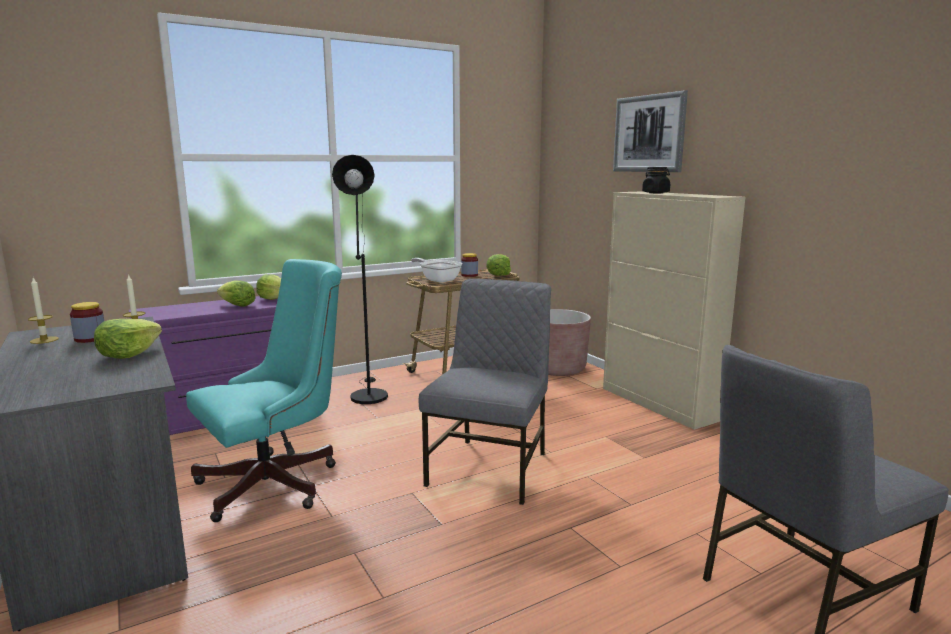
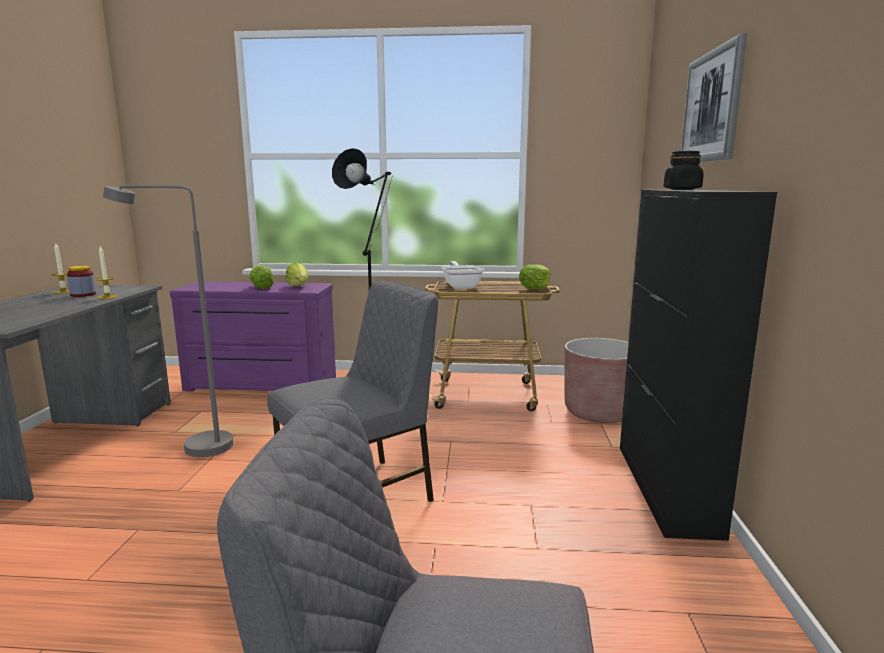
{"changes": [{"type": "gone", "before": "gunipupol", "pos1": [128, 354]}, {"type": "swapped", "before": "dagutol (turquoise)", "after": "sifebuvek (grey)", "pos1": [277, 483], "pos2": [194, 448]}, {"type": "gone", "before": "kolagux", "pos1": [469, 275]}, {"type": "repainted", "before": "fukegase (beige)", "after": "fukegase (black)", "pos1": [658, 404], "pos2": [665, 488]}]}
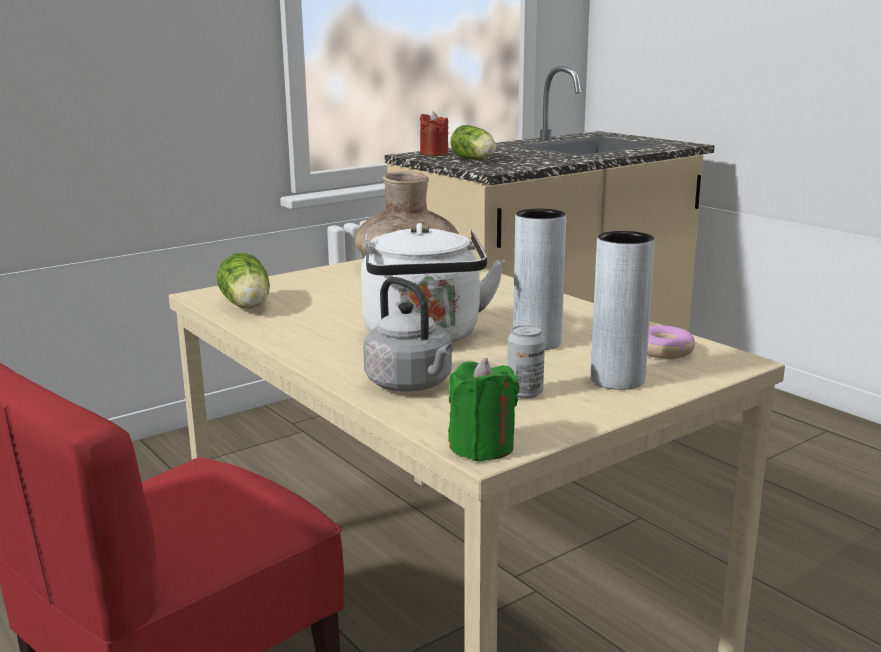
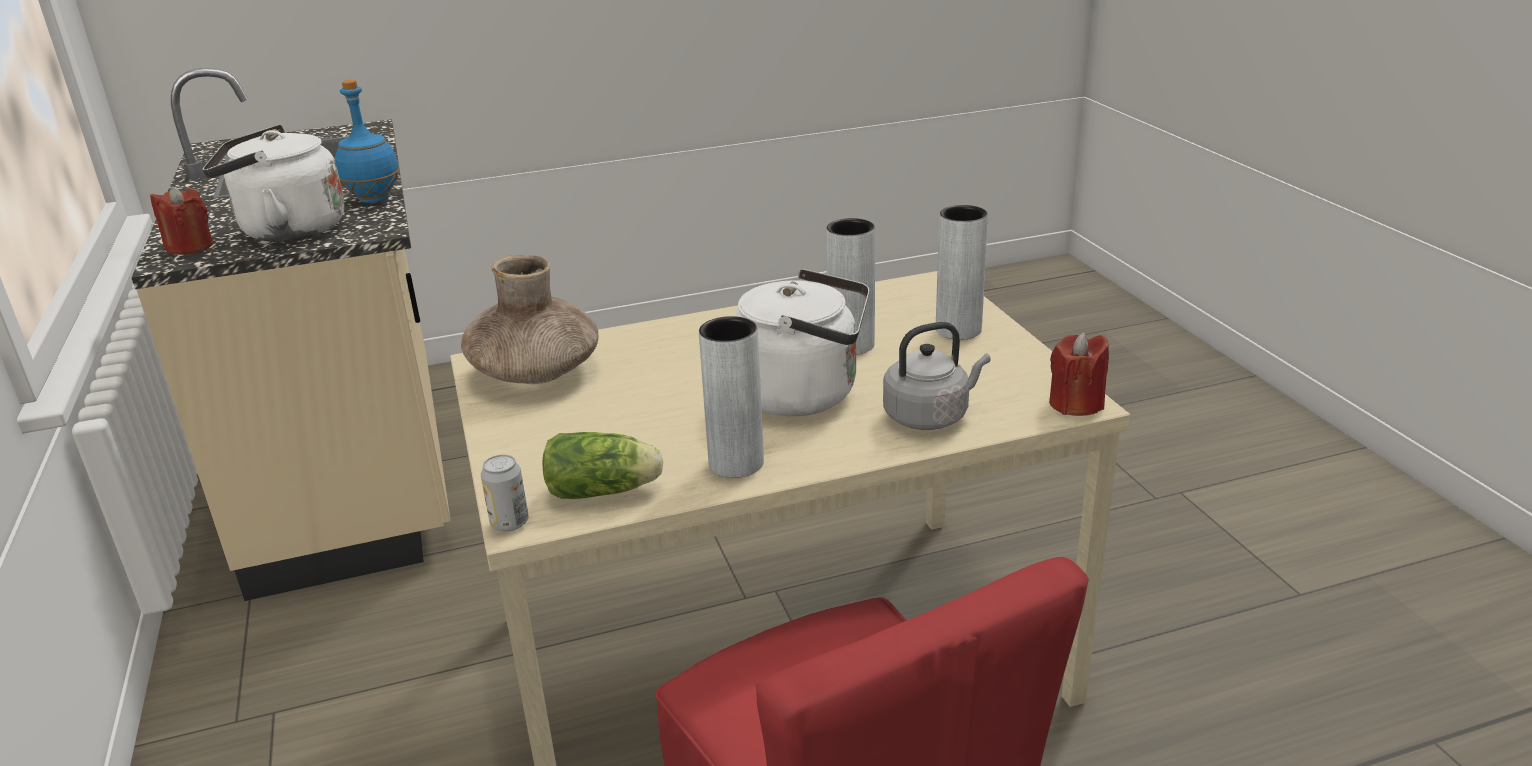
{"changes": [{"type": "repainted", "before": "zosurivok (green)", "after": "zosurivok (red)", "pos1": [481, 447], "pos2": [1076, 404]}, {"type": "swapped", "before": "gunipupol", "after": "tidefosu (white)", "pos1": [475, 160], "pos2": [286, 231]}, {"type": "shifted", "before": "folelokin", "pos1": [524, 393], "pos2": [509, 523]}, {"type": "gone", "before": "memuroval", "pos1": [663, 351]}, {"type": "new", "after": "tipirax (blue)", "pos2": [373, 199]}, {"type": "new", "after": "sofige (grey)", "pos2": [736, 463]}]}
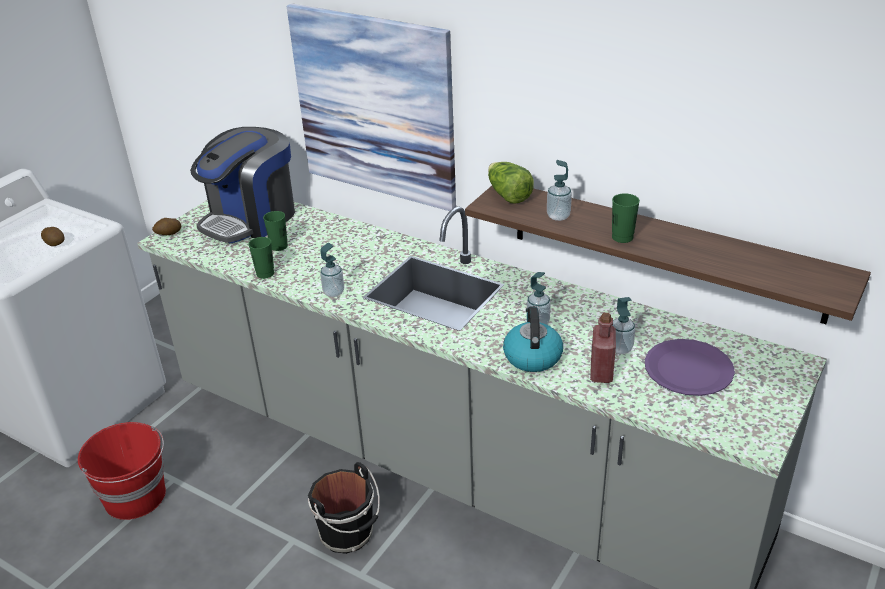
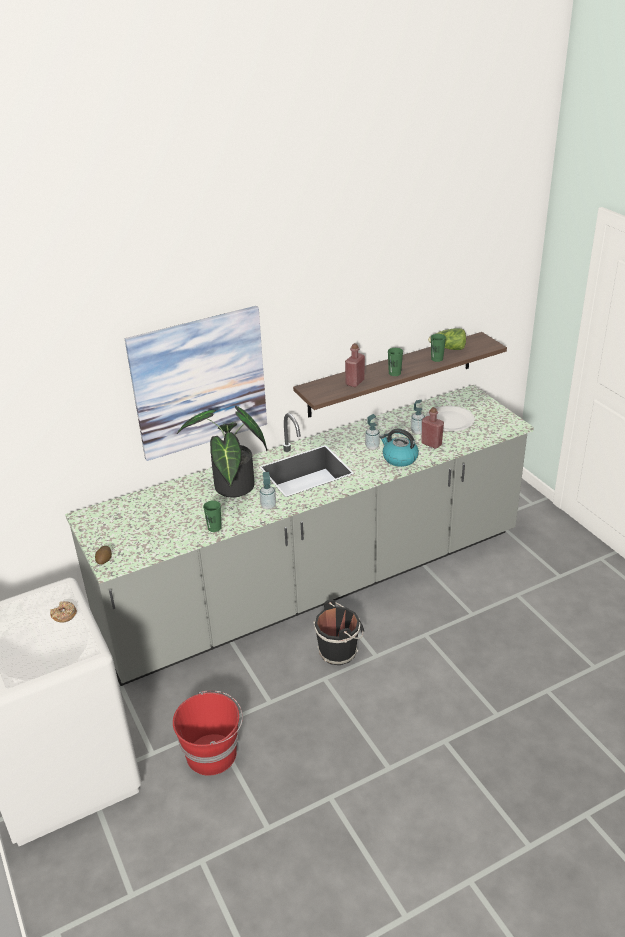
{"changes": [{"type": "swapped", "before": "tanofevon", "after": "memuroval", "pos1": [55, 243], "pos2": [64, 615]}, {"type": "gone", "before": "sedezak", "pos1": [251, 219]}, {"type": "shifted", "before": "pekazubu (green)", "pos1": [279, 246], "pos2": [437, 359]}, {"type": "shifted", "before": "gunipupol", "pos1": [508, 195], "pos2": [448, 349]}, {"type": "swapped", "before": "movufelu", "after": "tipirax (red)", "pos1": [558, 216], "pos2": [355, 382]}, {"type": "repainted", "before": "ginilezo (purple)", "after": "ginilezo (white)", "pos1": [688, 369], "pos2": [450, 420]}, {"type": "new", "after": "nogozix", "pos2": [231, 489]}]}
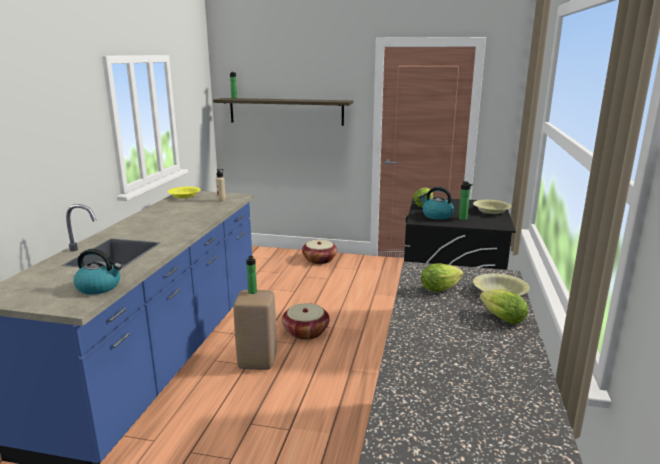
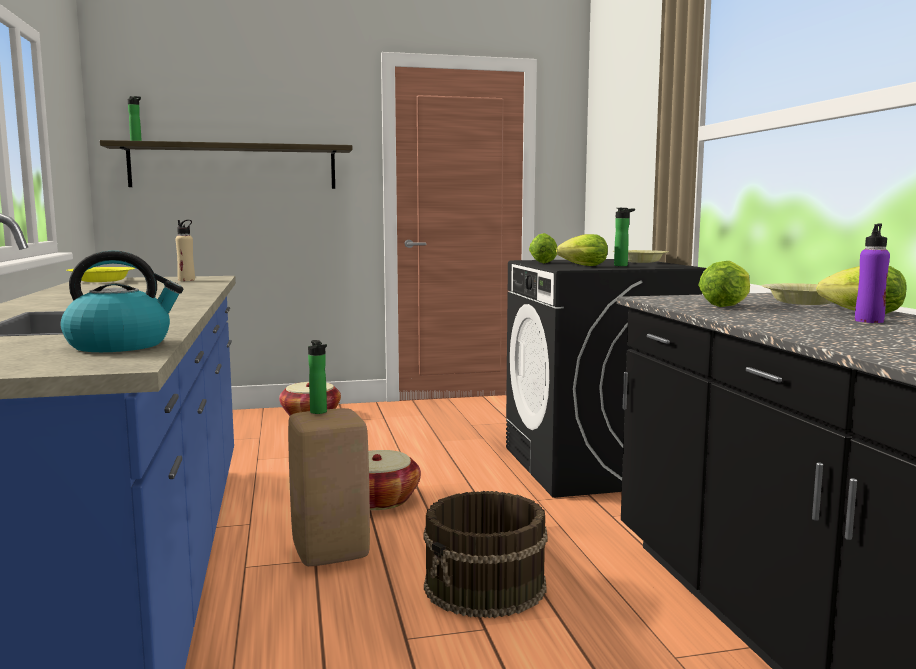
{"changes": [{"type": "swapped", "before": "tidefosu", "after": "gunipupol", "pos1": [436, 216], "pos2": [581, 266]}, {"type": "new", "after": "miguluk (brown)", "pos2": [486, 586]}, {"type": "new", "after": "tipirax (purple)", "pos2": [869, 321]}]}
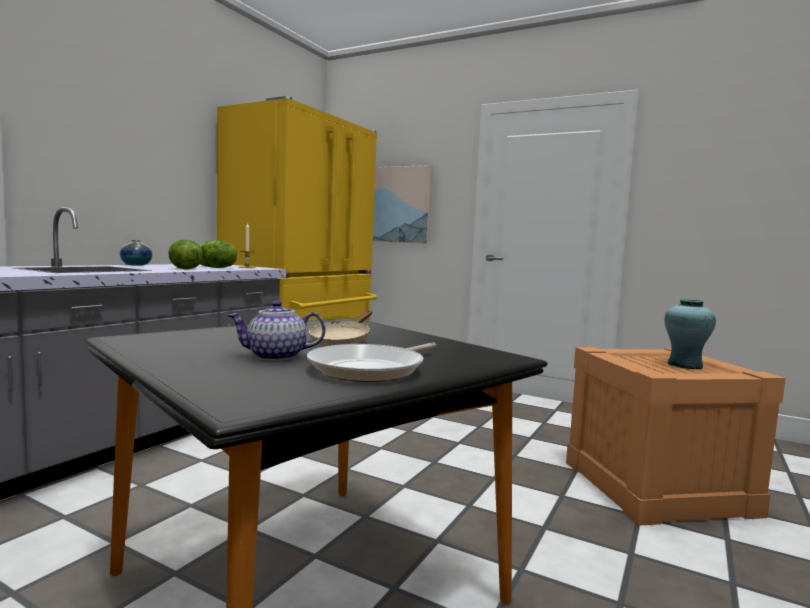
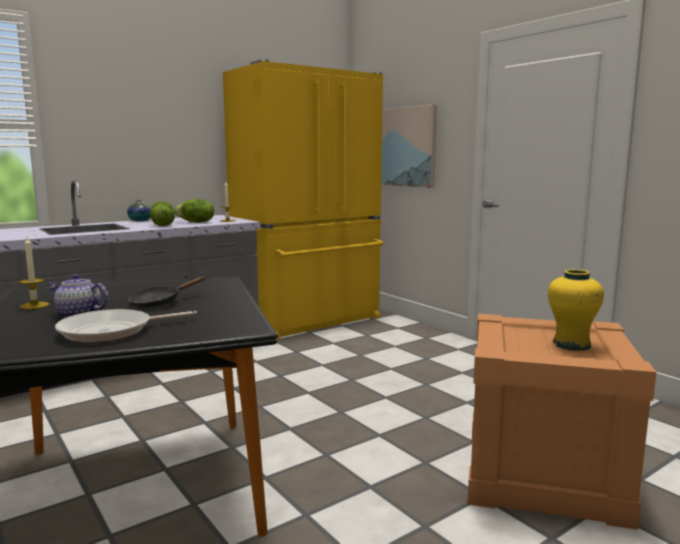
{"changes": [{"type": "repainted", "before": "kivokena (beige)", "after": "kivokena (black)", "pos1": [342, 341], "pos2": [160, 302]}, {"type": "repainted", "before": "sofige (turquoise)", "after": "sofige (yellow)", "pos1": [685, 365], "pos2": [571, 345]}, {"type": "new", "after": "zosurivok", "pos2": [34, 305]}]}
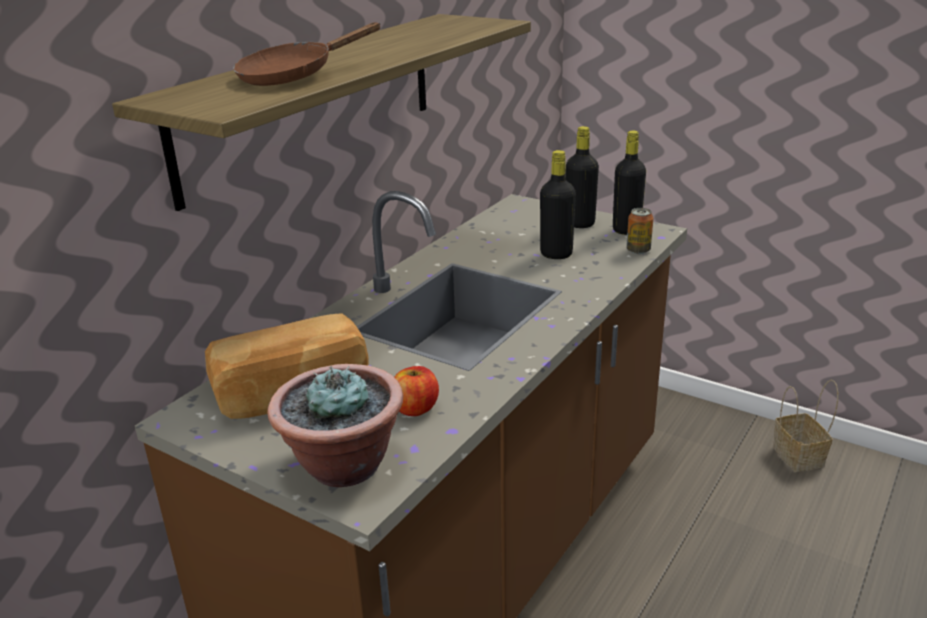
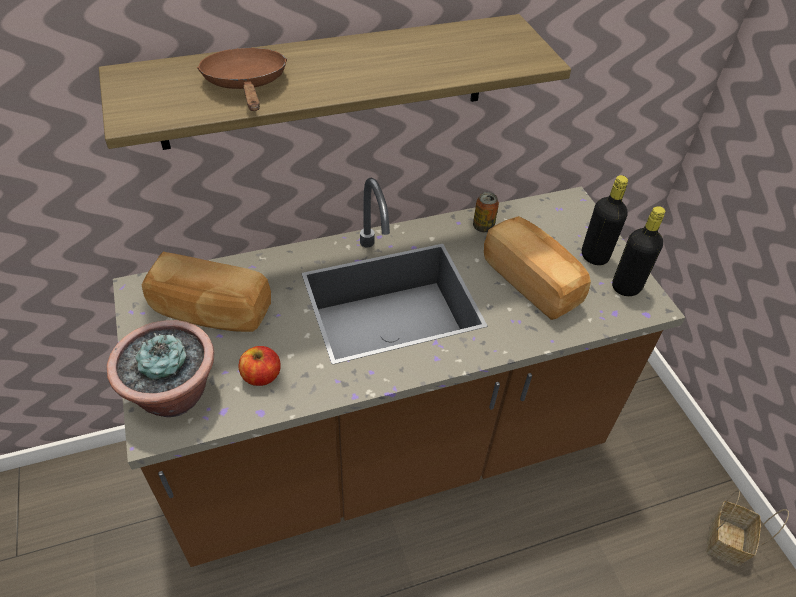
{"changes": [{"type": "rotated", "before": "kivokena (brown)", "pos1": [295, 76], "pos2": [246, 85], "turn": 75}, {"type": "swapped", "before": "tipirax (black)", "after": "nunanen", "pos1": [556, 254], "pos2": [532, 281]}, {"type": "shifted", "before": "folelokin", "pos1": [638, 250], "pos2": [483, 227]}]}
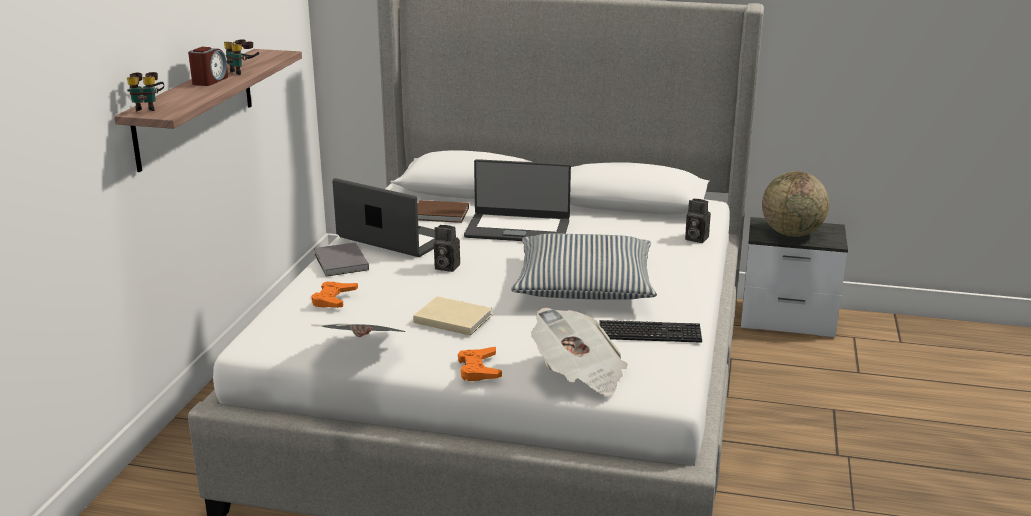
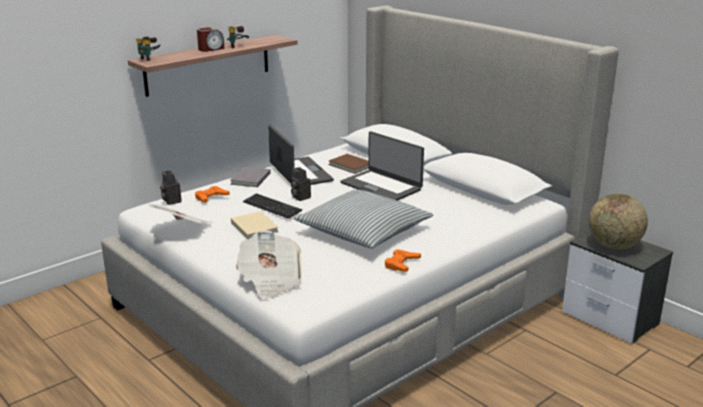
{"changes": [{"type": "shifted", "before": "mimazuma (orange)", "pos1": [479, 369], "pos2": [401, 264]}, {"type": "shifted", "before": "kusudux", "pos1": [649, 334], "pos2": [272, 207]}, {"type": "shifted", "before": "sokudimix", "pos1": [695, 238], "pos2": [171, 201]}]}
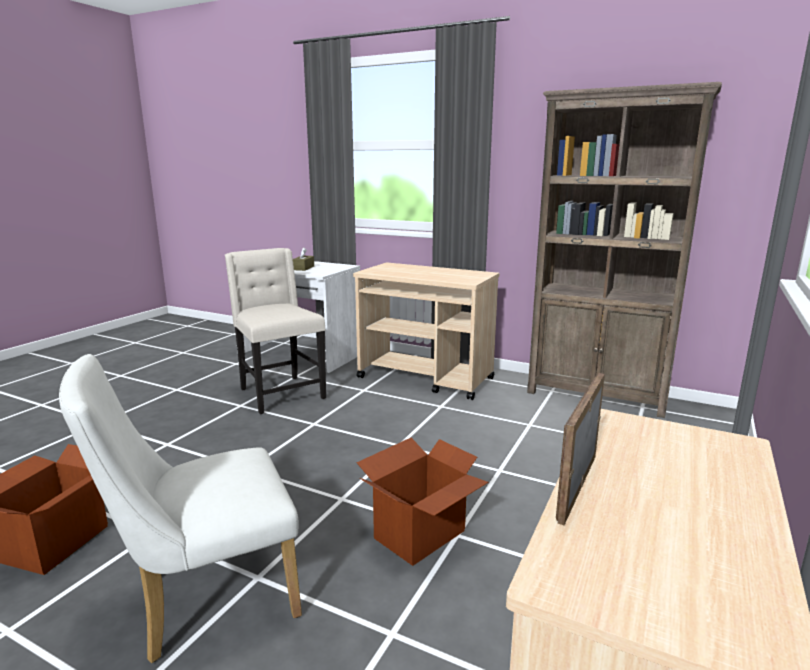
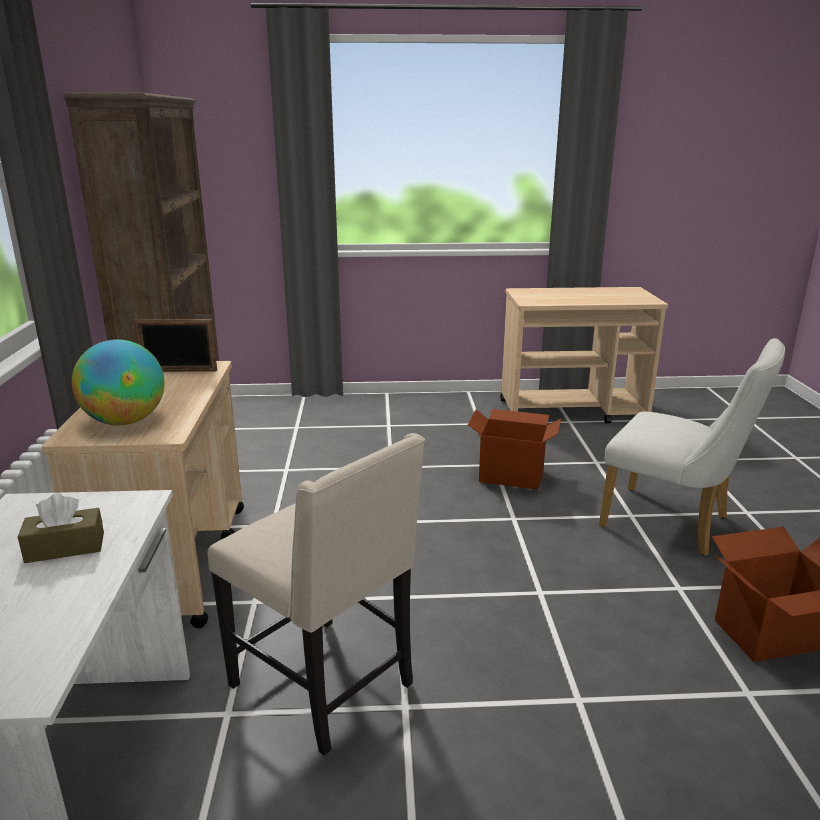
{"changes": [{"type": "rotated", "before": "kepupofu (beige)", "pos1": [280, 394], "pos2": [326, 685], "turn": -75}, {"type": "shifted", "before": "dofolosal", "pos1": [577, 486], "pos2": [179, 371]}, {"type": "new", "after": "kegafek", "pos2": [125, 421]}]}
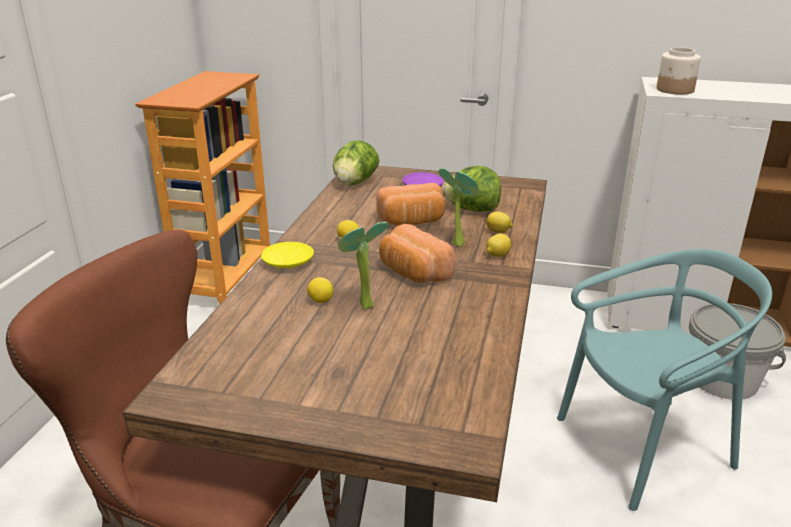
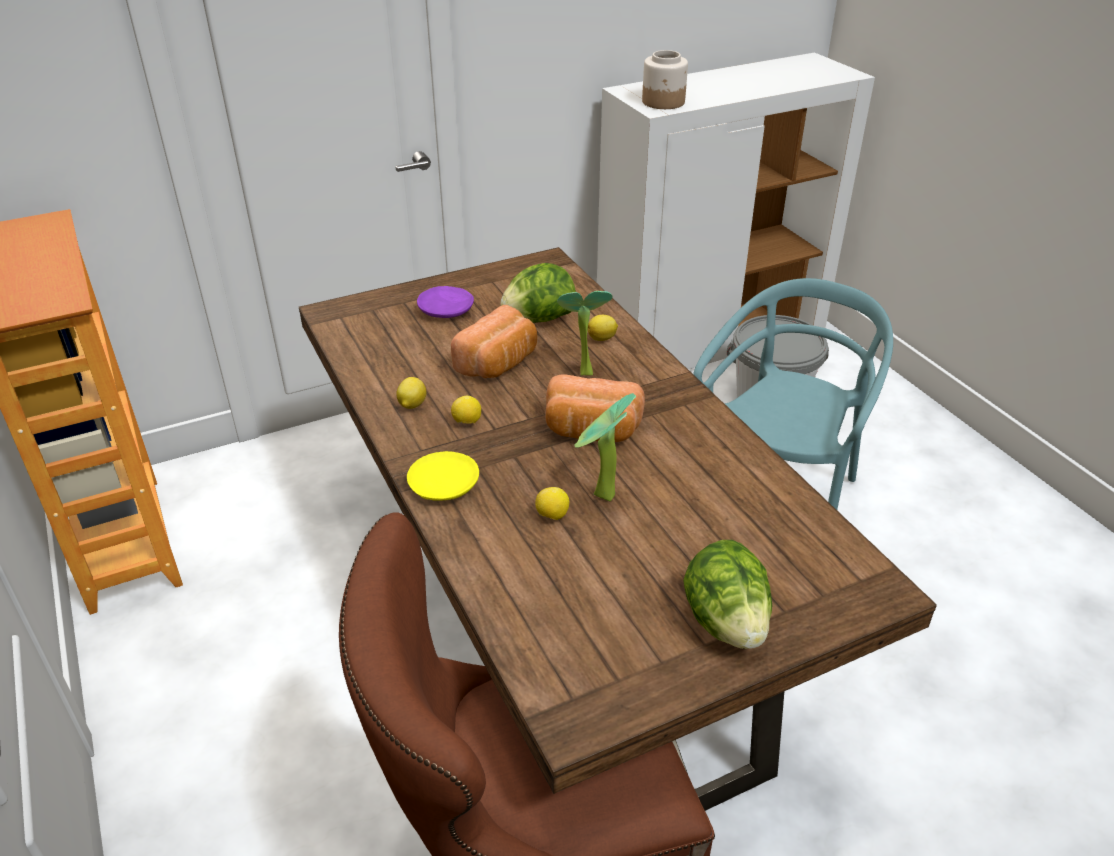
{"changes": [{"type": "shifted", "before": "gunipupol", "pos1": [355, 183], "pos2": [725, 622]}, {"type": "shifted", "before": "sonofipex", "pos1": [497, 255], "pos2": [412, 405]}]}
